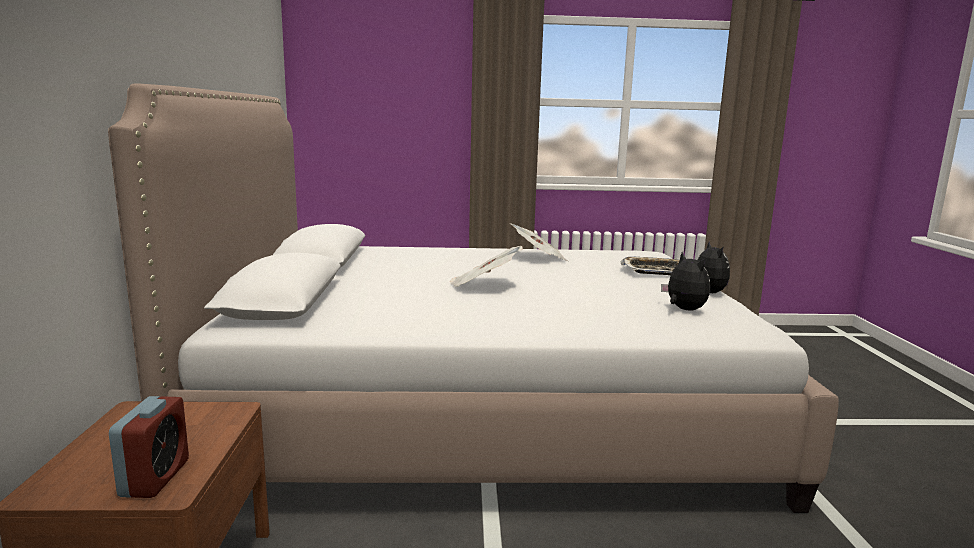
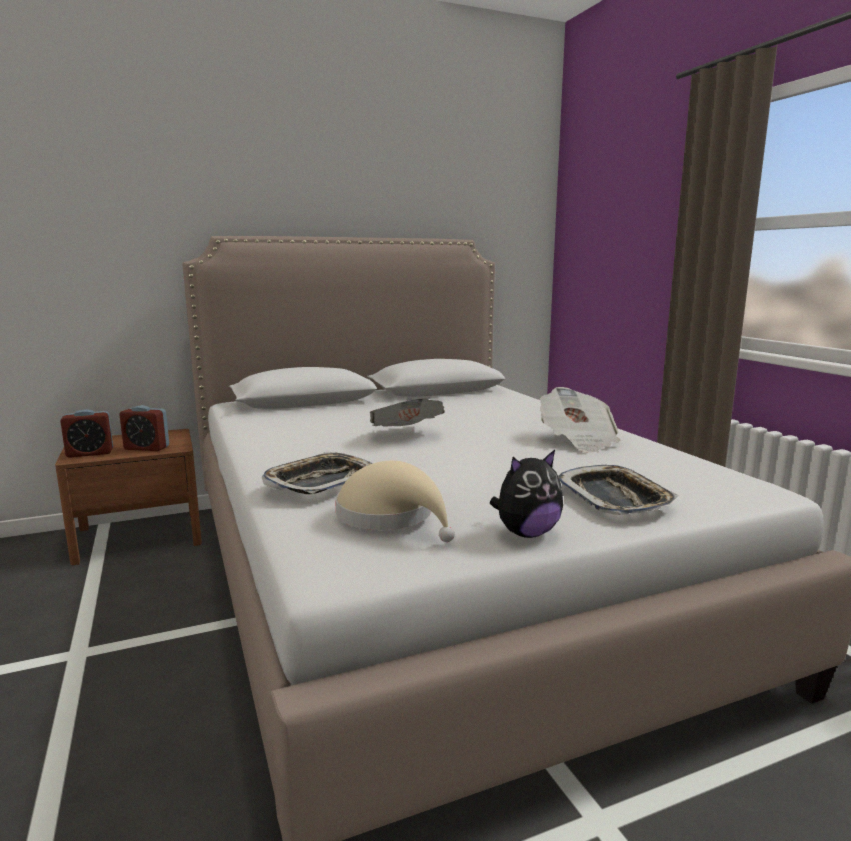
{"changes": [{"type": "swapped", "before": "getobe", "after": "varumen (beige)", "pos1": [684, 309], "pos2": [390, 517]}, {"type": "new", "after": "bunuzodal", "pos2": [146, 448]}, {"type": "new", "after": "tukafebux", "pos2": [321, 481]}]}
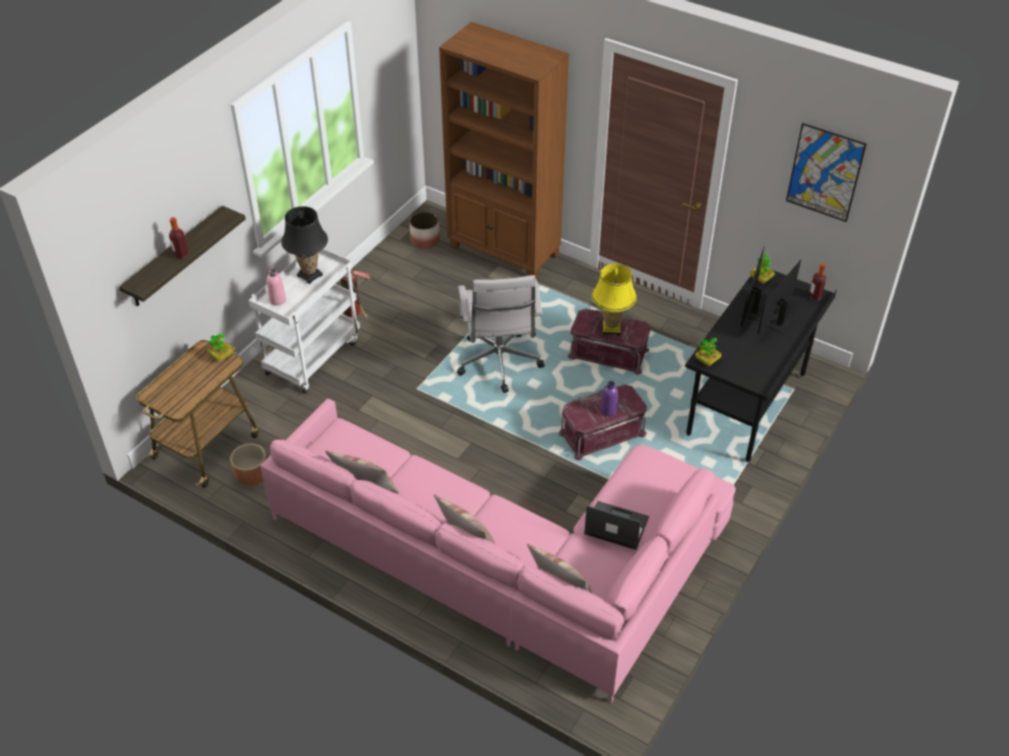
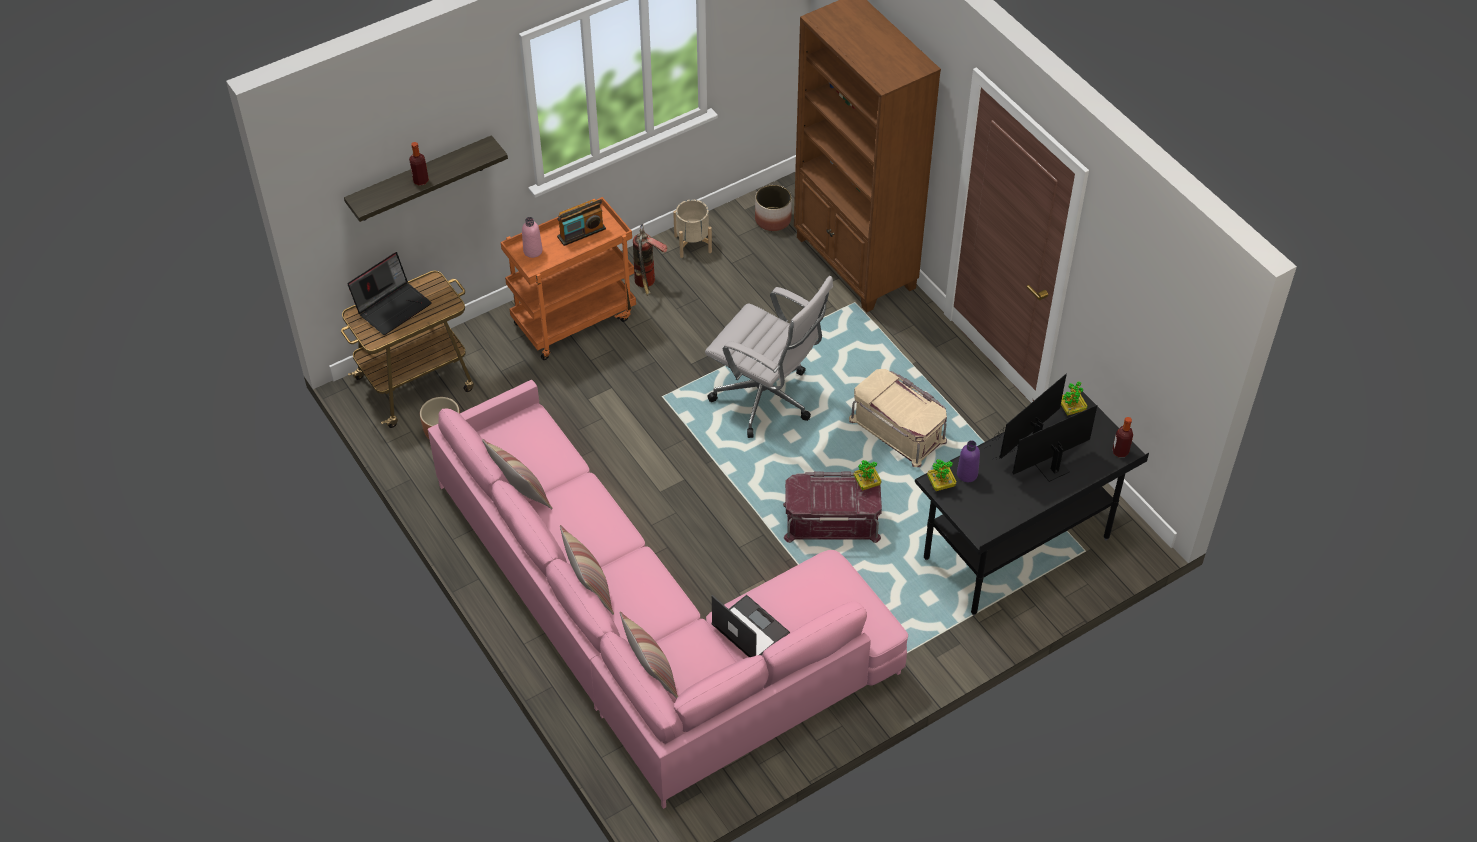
{"changes": [{"type": "shifted", "before": "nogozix", "pos1": [221, 356], "pos2": [867, 483]}, {"type": "repainted", "before": "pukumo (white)", "after": "pukumo (orange)", "pos1": [312, 356], "pos2": [574, 319]}, {"type": "swapped", "before": "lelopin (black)", "after": "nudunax", "pos1": [310, 275], "pos2": [581, 233]}, {"type": "rotated", "before": "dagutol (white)", "pos1": [499, 365], "pos2": [767, 400], "turn": -75}, {"type": "repainted", "before": "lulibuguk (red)", "after": "lulibuguk (beige)", "pos1": [608, 353], "pos2": [898, 430]}, {"type": "gone", "before": "lelopin (yellow)", "pos1": [611, 328]}, {"type": "shifted", "before": "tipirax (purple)", "pos1": [608, 410], "pos2": [967, 474]}, {"type": "gone", "before": "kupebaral", "pos1": [825, 172]}, {"type": "new", "after": "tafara", "pos2": [393, 306]}, {"type": "new", "after": "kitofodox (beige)", "pos2": [692, 244]}]}
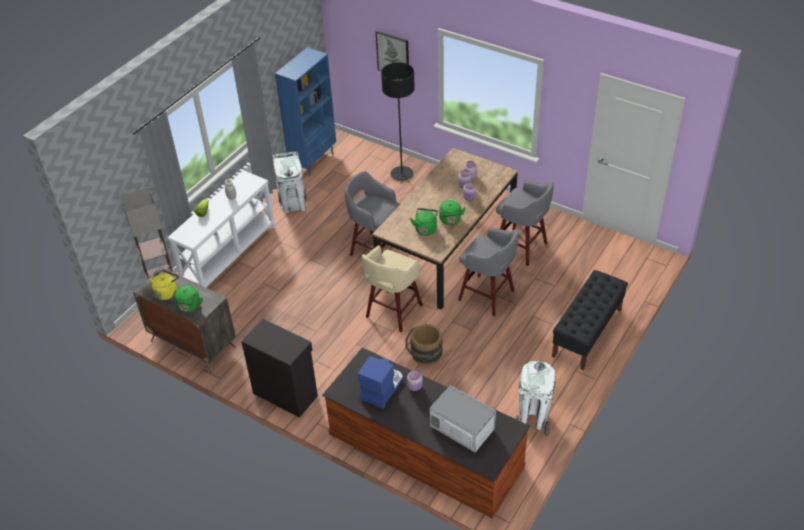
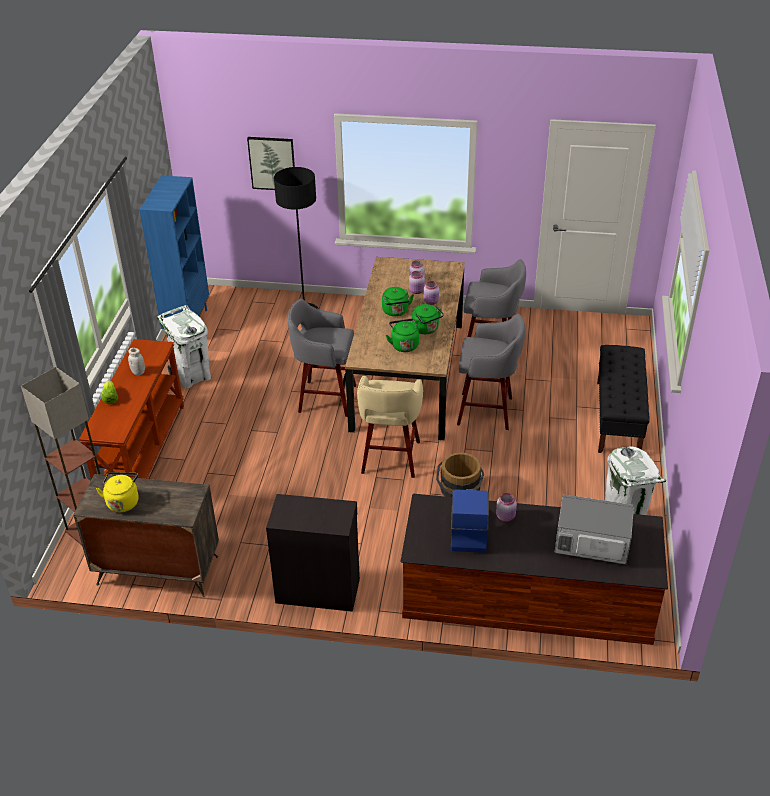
{"changes": [{"type": "repainted", "before": "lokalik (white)", "after": "lokalik (brown)", "pos1": [229, 254], "pos2": [142, 452]}, {"type": "shifted", "before": "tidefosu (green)", "pos1": [189, 307], "pos2": [396, 312]}]}
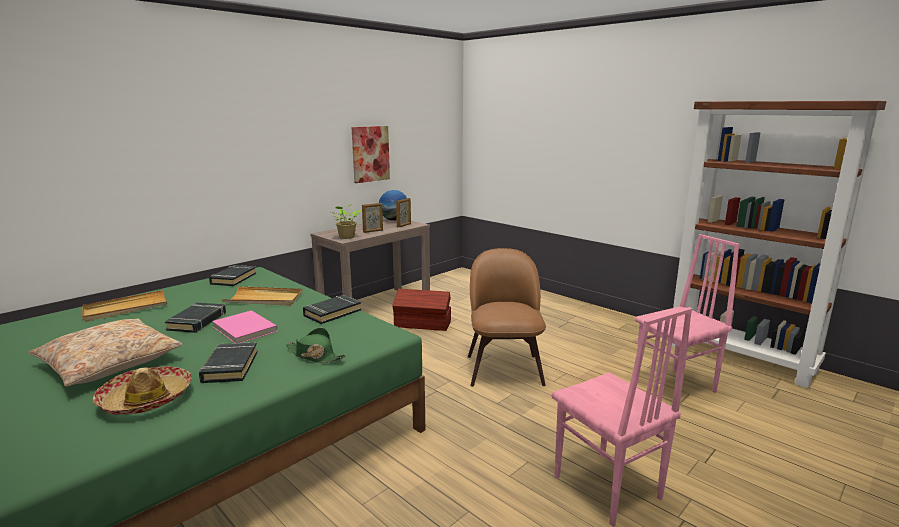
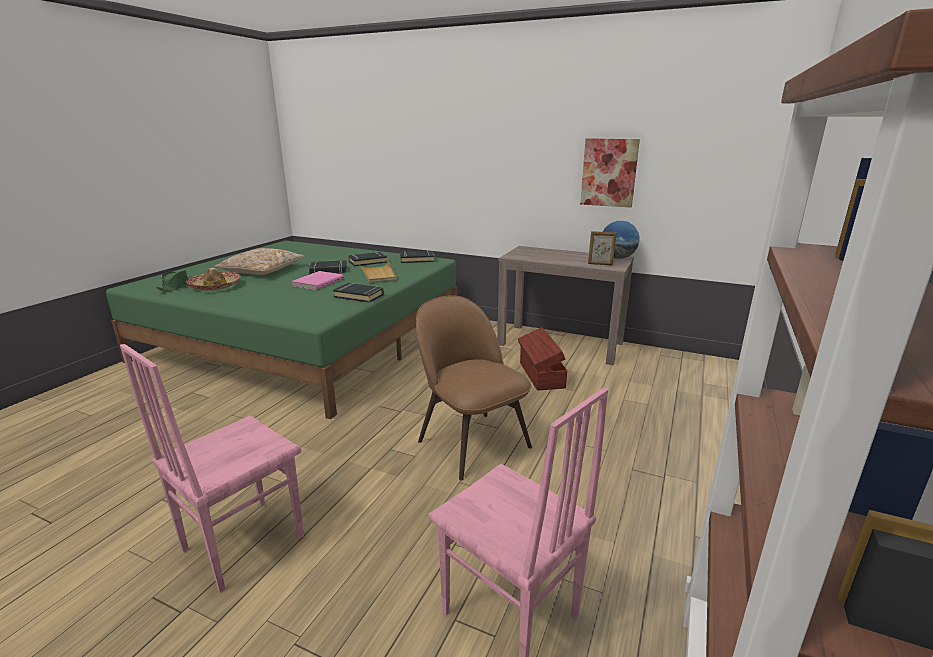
{"changes": [{"type": "gone", "before": "tukafebux (beige)", "pos1": [125, 308]}, {"type": "shifted", "before": "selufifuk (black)", "pos1": [230, 367], "pos2": [367, 262]}, {"type": "shifted", "before": "varumen (green)", "pos1": [314, 355], "pos2": [176, 286]}, {"type": "gone", "before": "nogozix", "pos1": [346, 237]}, {"type": "gone", "before": "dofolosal", "pos1": [373, 231]}, {"type": "rotated", "before": "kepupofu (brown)", "pos1": [504, 368], "pos2": [471, 441], "turn": -105}]}
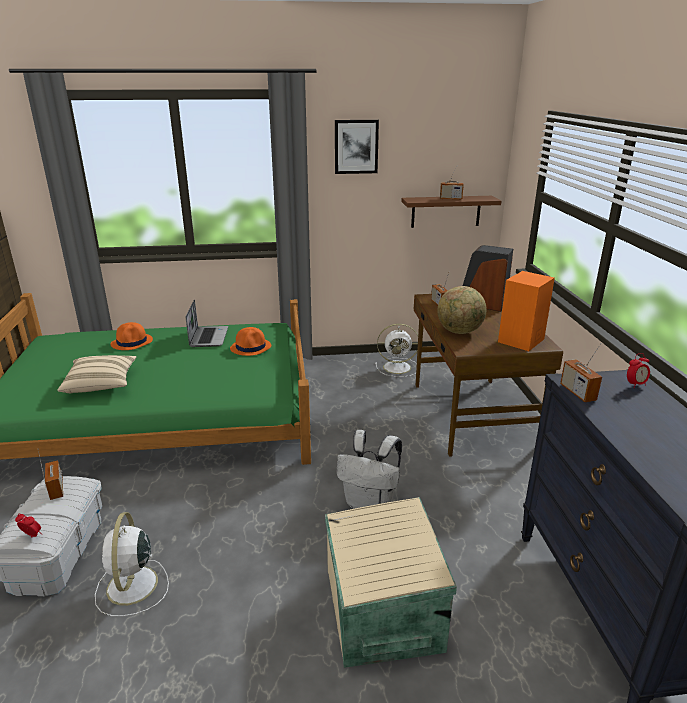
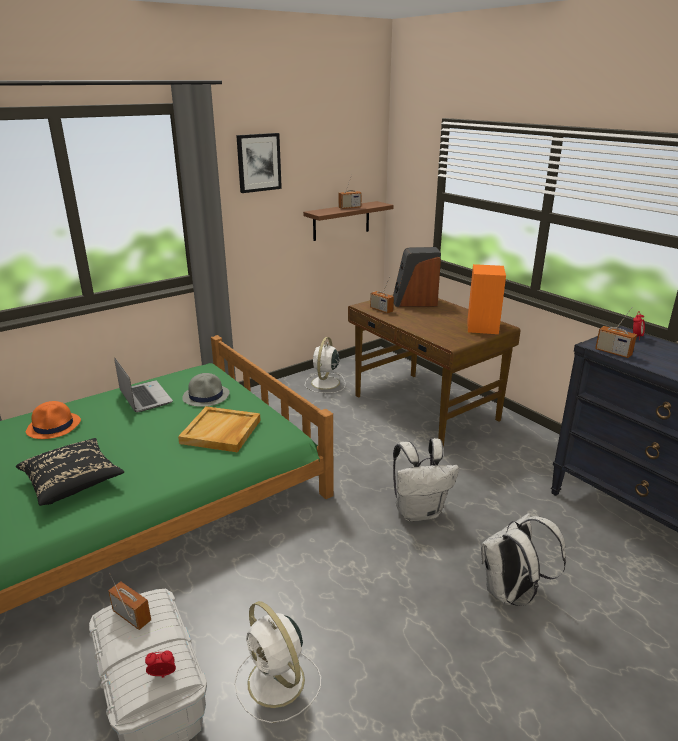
{"changes": [{"type": "repainted", "before": "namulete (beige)", "after": "namulete (black)", "pos1": [101, 384], "pos2": [73, 483]}, {"type": "repainted", "before": "varumen (orange)", "after": "varumen (grey)", "pos1": [251, 347], "pos2": [206, 396]}, {"type": "swapped", "before": "lulibuguk (beige)", "after": "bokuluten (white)", "pos1": [380, 610], "pos2": [511, 593]}, {"type": "rotated", "before": "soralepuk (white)", "pos1": [398, 367], "pos2": [325, 383], "turn": 135}, {"type": "gone", "before": "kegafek", "pos1": [460, 332]}, {"type": "new", "after": "tukafebux (beige)", "pos2": [221, 432]}]}
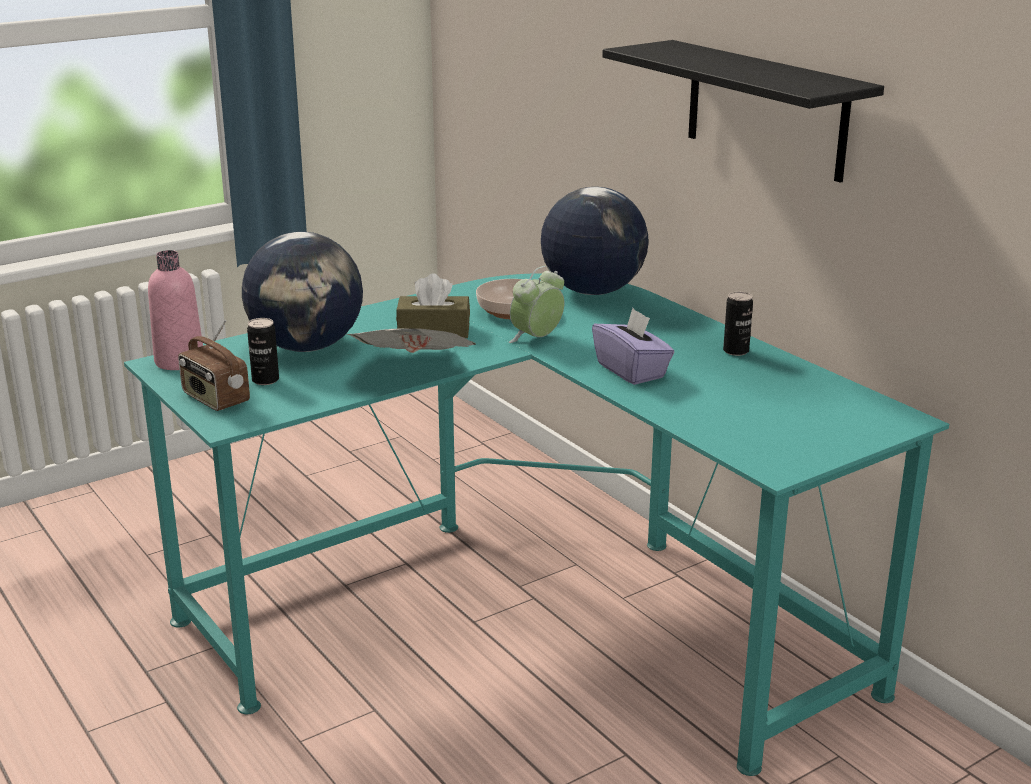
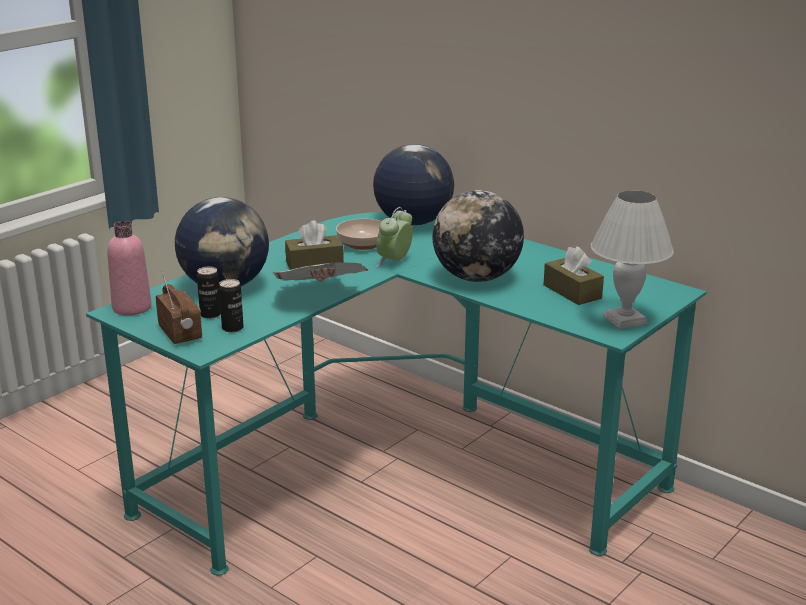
{"changes": [{"type": "rotated", "before": "nudunax", "pos1": [215, 399], "pos2": [181, 333], "turn": -150}, {"type": "swapped", "before": "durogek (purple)", "after": "kegafek", "pos1": [631, 371], "pos2": [476, 278]}, {"type": "gone", "before": "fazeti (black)", "pos1": [765, 110]}, {"type": "shifted", "before": "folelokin", "pos1": [736, 351], "pos2": [232, 328]}, {"type": "new", "after": "durogek (brown)", "pos2": [572, 292]}, {"type": "new", "after": "lelopin (white)", "pos2": [624, 320]}]}
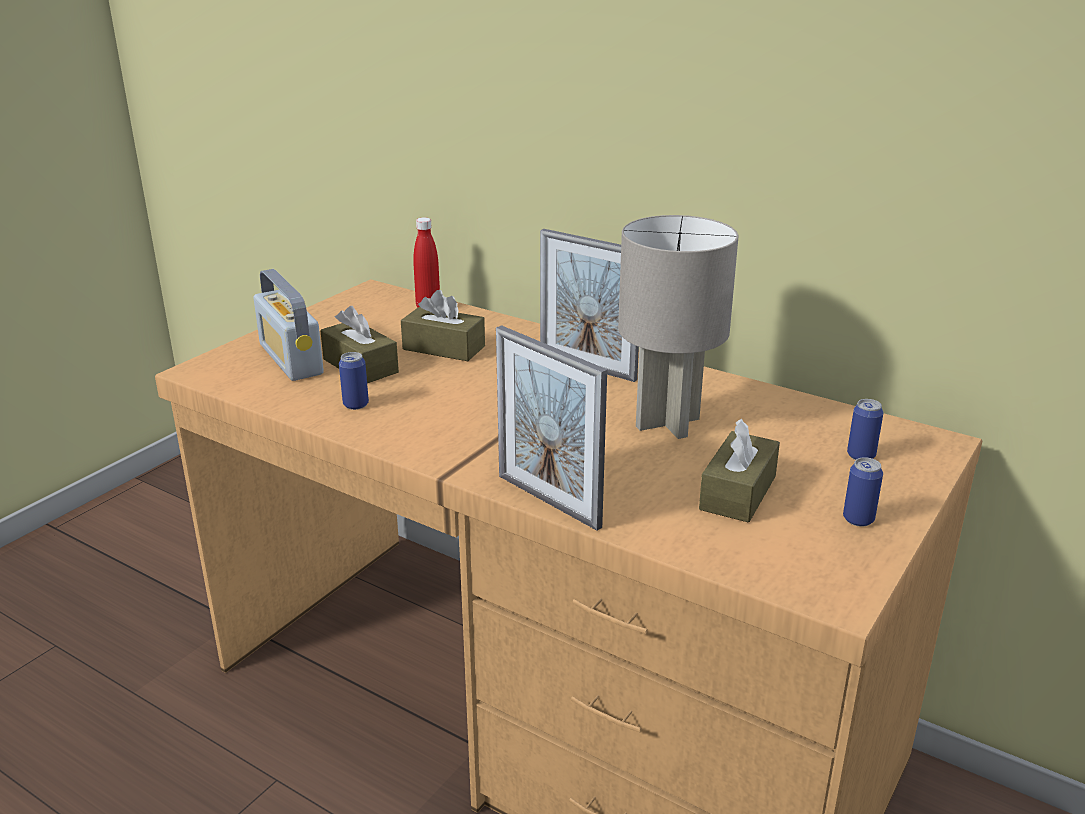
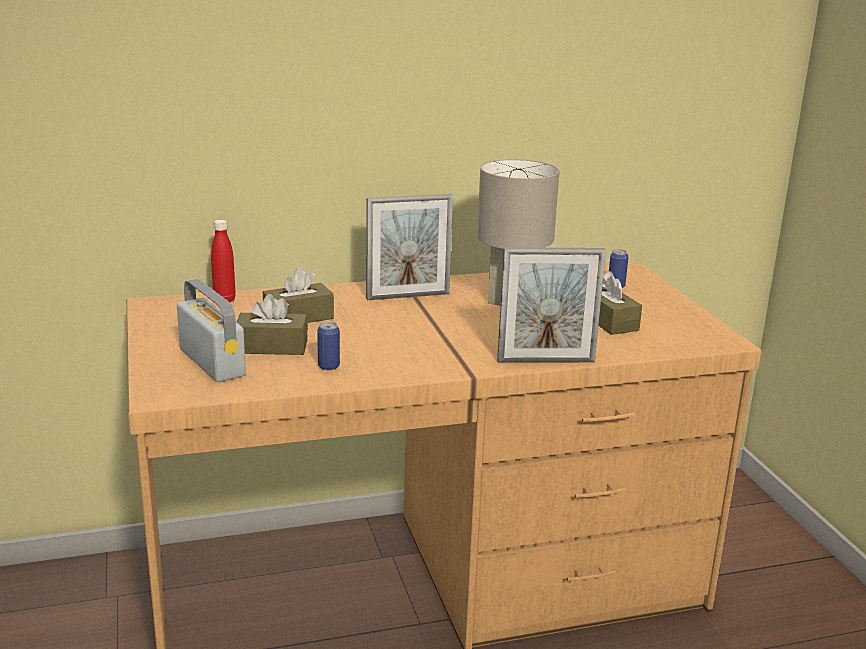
{"changes": [{"type": "rotated", "before": "nudunax", "pos1": [291, 359], "pos2": [212, 362], "turn": -135}, {"type": "gone", "before": "folelokin", "pos1": [858, 519]}]}
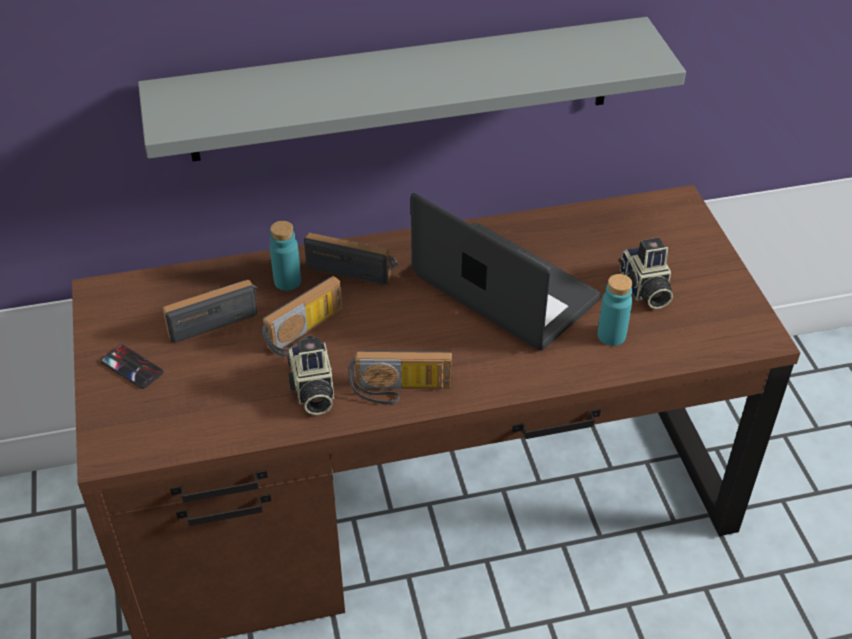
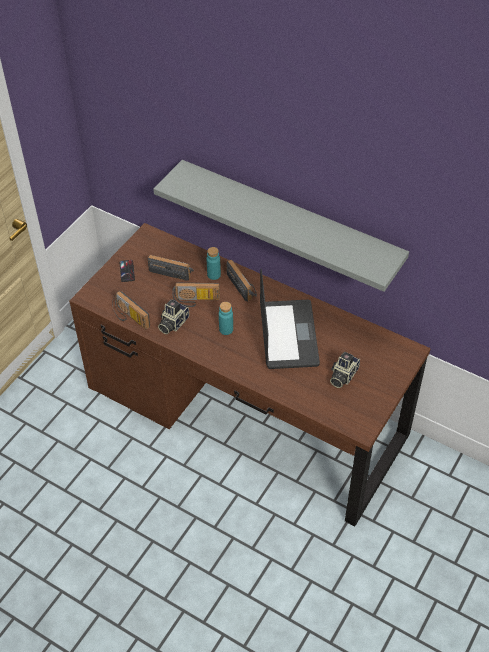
{"changes": [{"type": "shifted", "before": "nudunax", "pos1": [400, 391], "pos2": [129, 318]}, {"type": "shifted", "before": "tipirax (turquoise)", "pos1": [611, 335], "pos2": [226, 329]}]}
